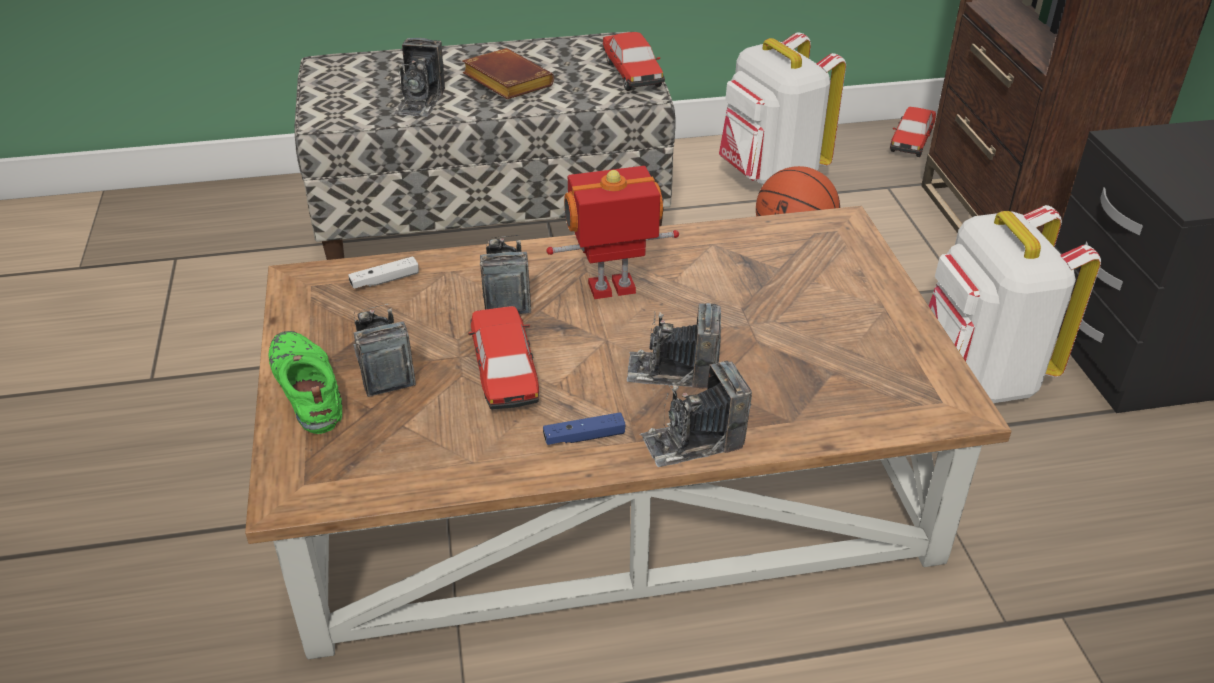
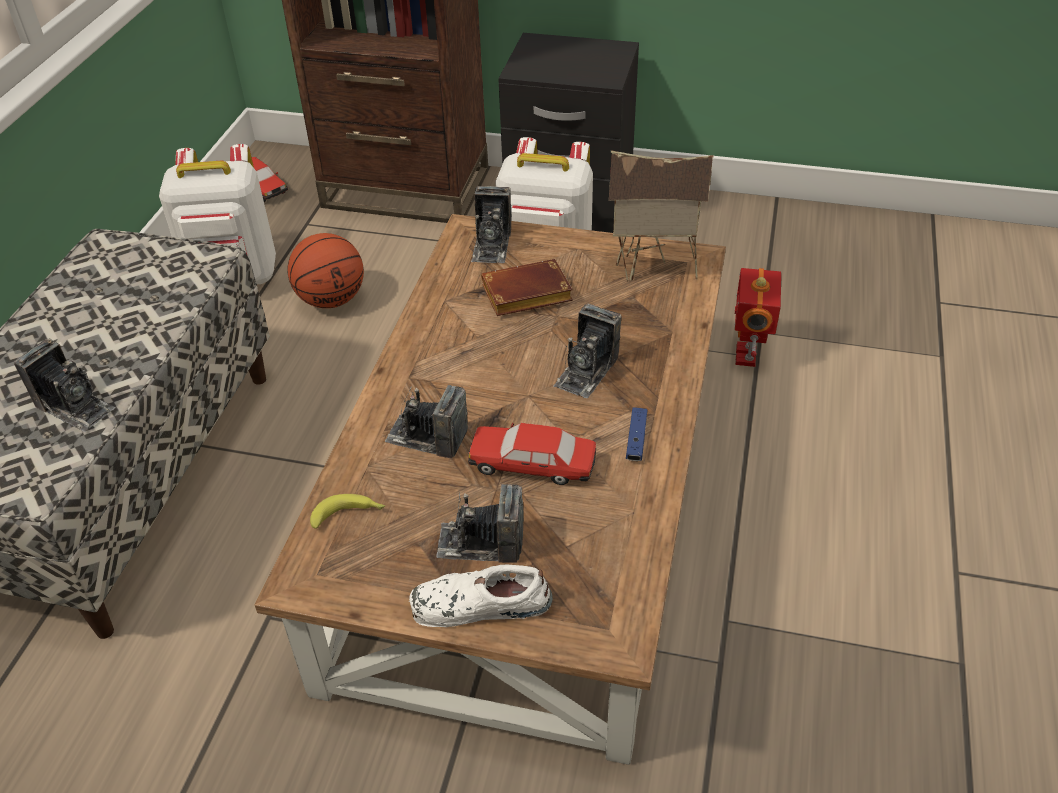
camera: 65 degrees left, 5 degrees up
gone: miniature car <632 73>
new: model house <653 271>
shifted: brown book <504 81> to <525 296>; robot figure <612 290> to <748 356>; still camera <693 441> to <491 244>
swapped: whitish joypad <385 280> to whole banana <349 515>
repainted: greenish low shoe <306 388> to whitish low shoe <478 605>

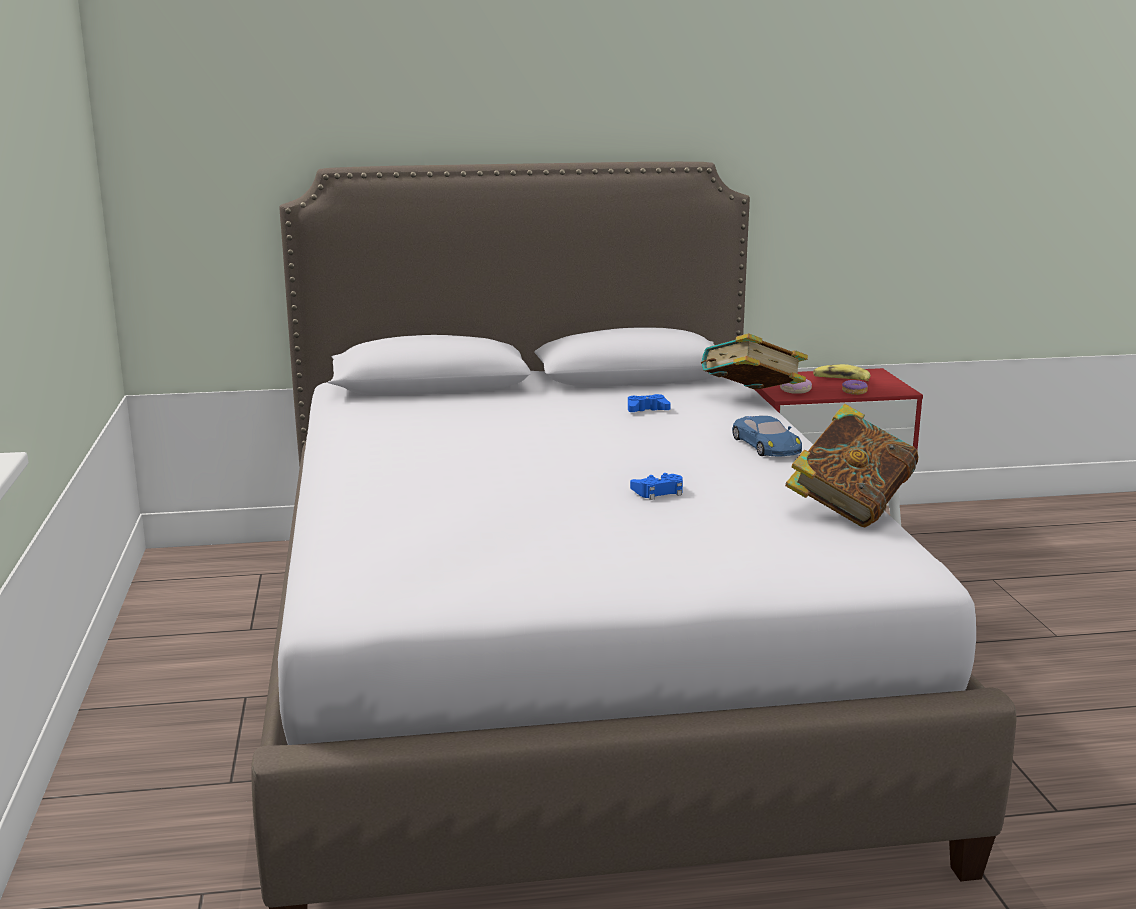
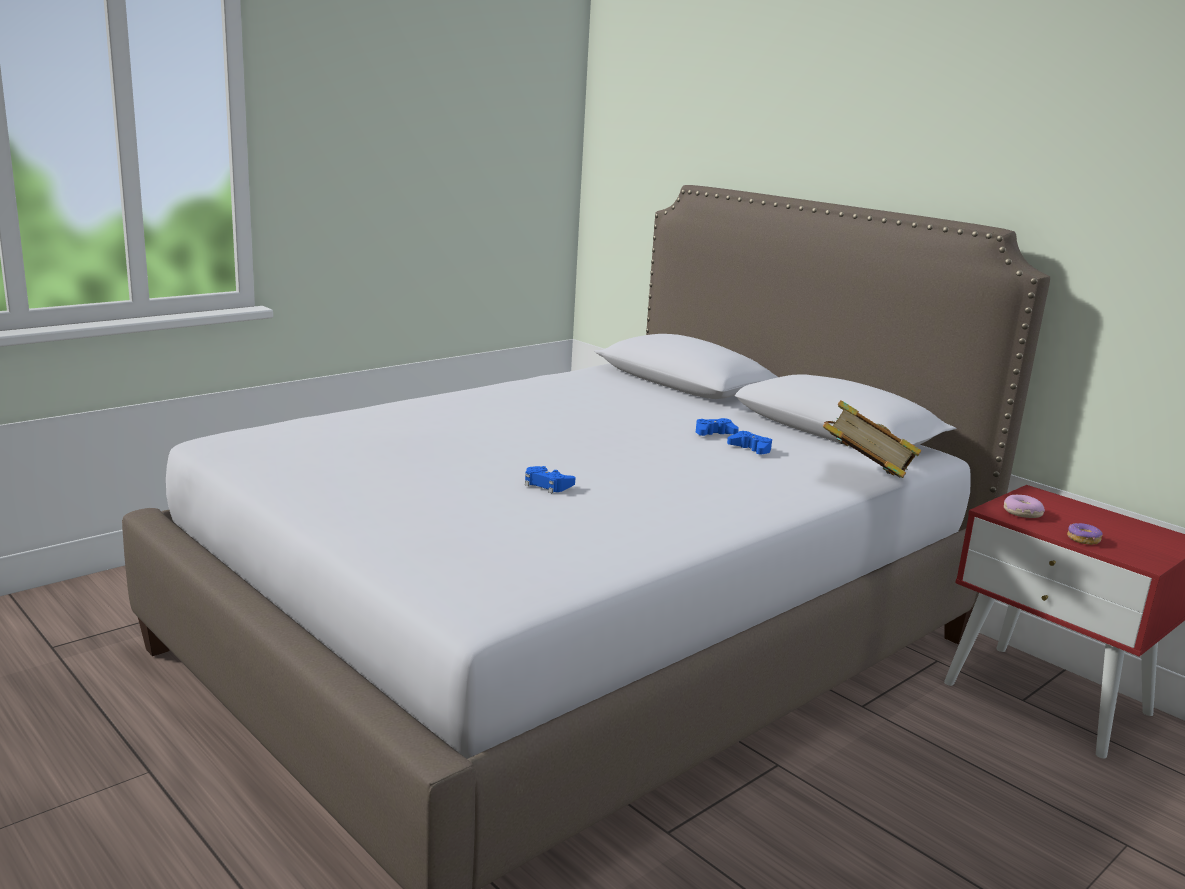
camera: 55 degrees right, 0 degrees up
gone: bluish miniature car <766 445>; book <850 509>; whole banana <841 380>
new: bluish joypad <714 433>

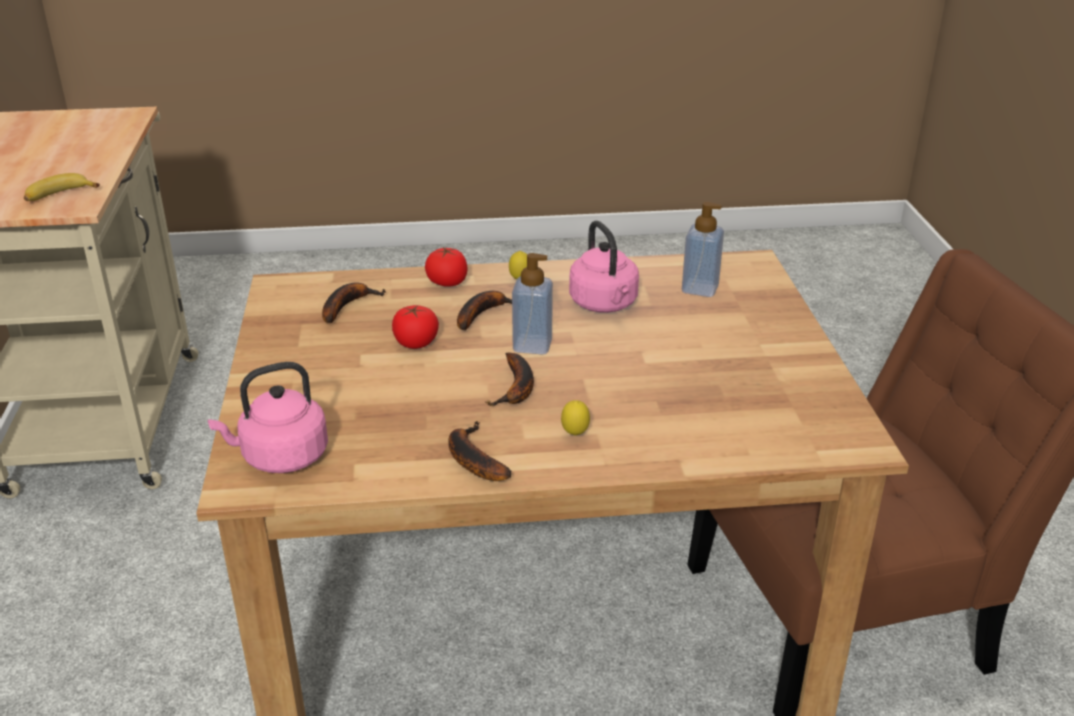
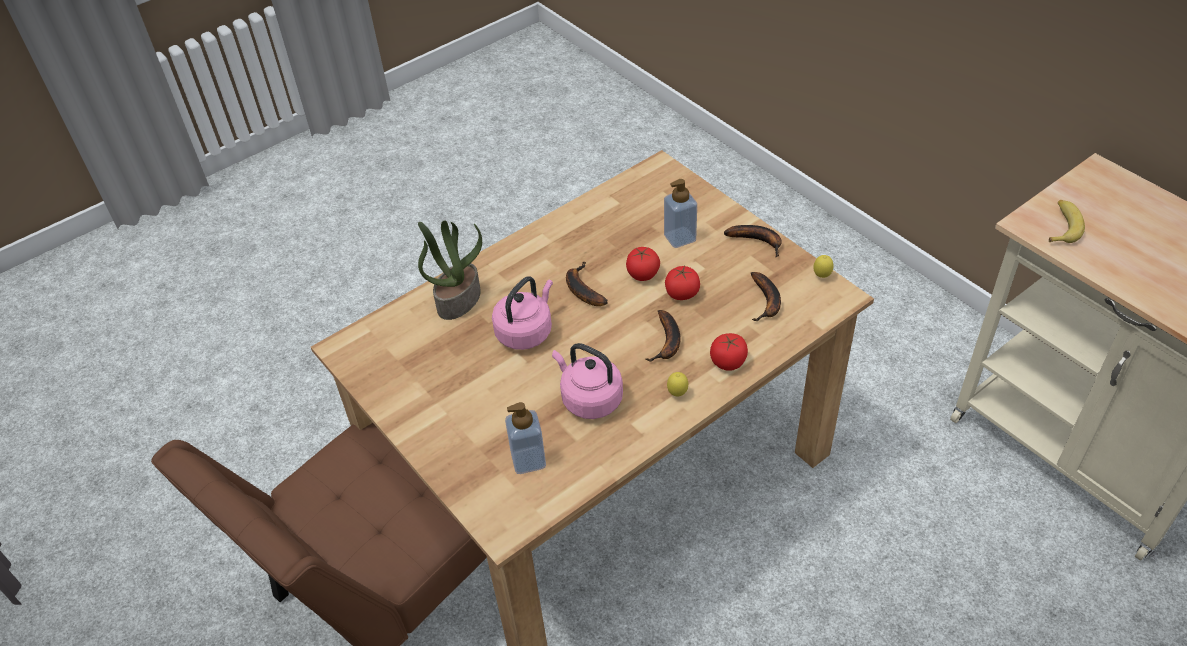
camera: 150 degrees right, 15 degrees up
new: plant in a pot <458 300>; whole tomato <642 274>
shifted: pink kettle <280 457> to <526 331>; whole banana <472 459> to <758 241>; liquid soap bottle <532 345> to <679 238>; lemon <575 434> to <821 276>

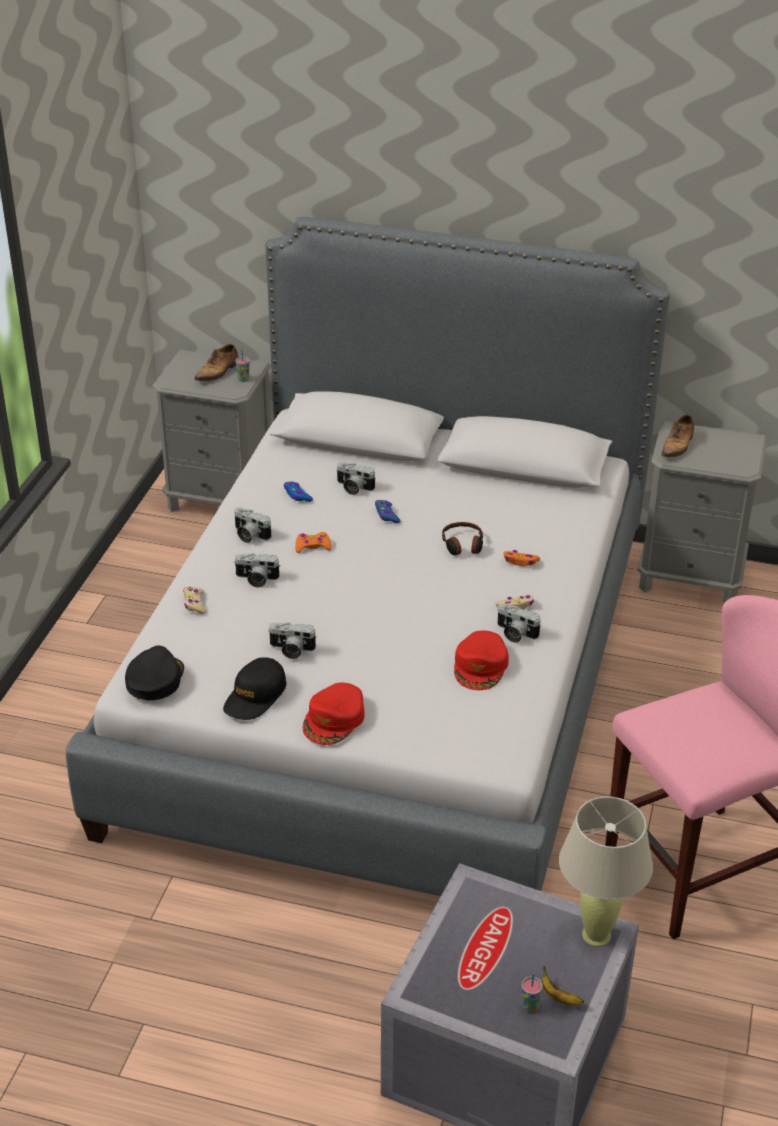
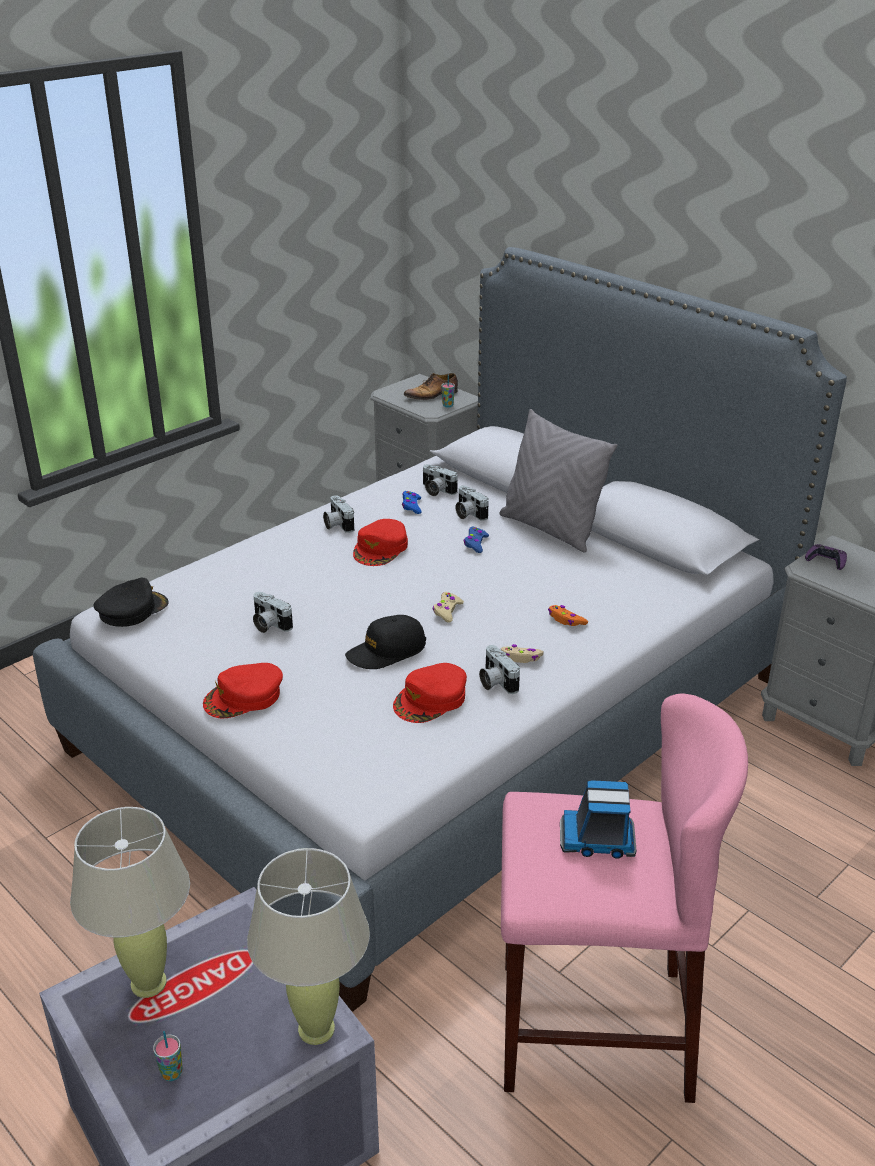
camera: 30 degrees right, 5 degrees down
gone: headset <463 545>; whole banana <558 997>
new: sand-coloured tabletop lamp <148 983>; gray cushion <550 529>; model truck <599 839>
shifted: sand-coloured joypad <194 604> to <447 611>; blackish peaked cap <255 696> to <386 651>; still camera <256 579> to <436 490>
swapped: orangey joypad <312 546> to red peaked cap <381 549>; low shoe <677 445> to purplish joypad <826 561>

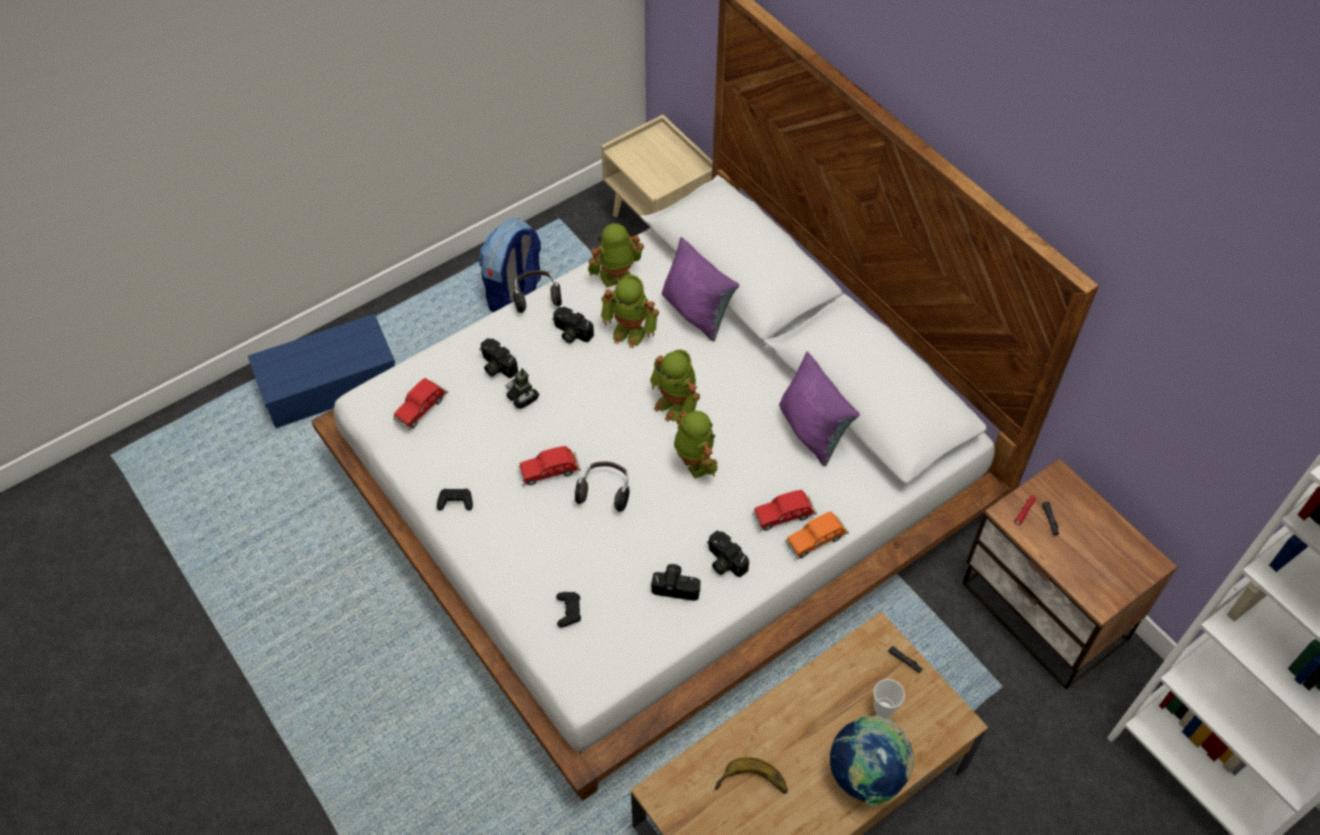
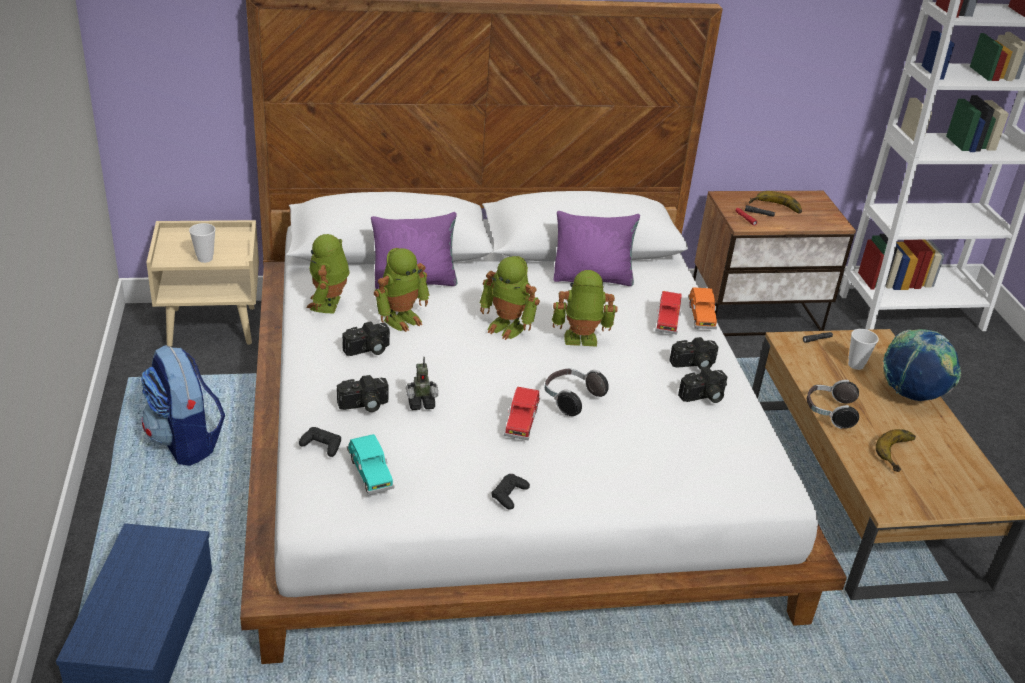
camera: 65 degrees left, 20 degrees down
new: small cup <205 258>; whole banana <775 208>
shifted: headset <536 297> to <829 412>; blackish joypad <568 611> to <321 445>
repainted: red miniature car <421 408> to blue-green miniature car <369 473>
rotated: robot figure <675 404> = <508 326> 45 degrees clockwise; still camera <676 586> = <703 397> 150 degrees counterclockwise

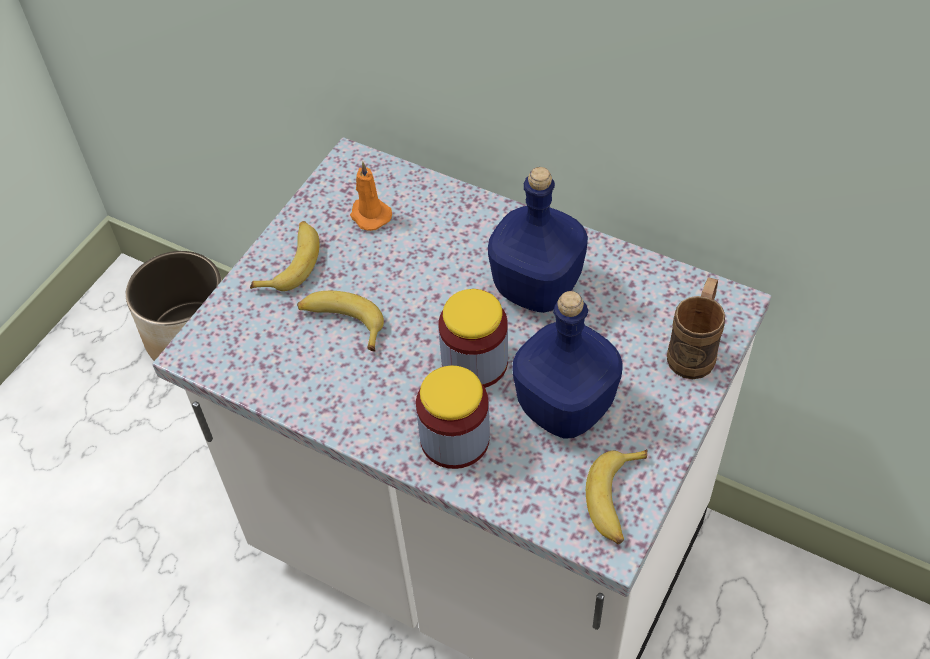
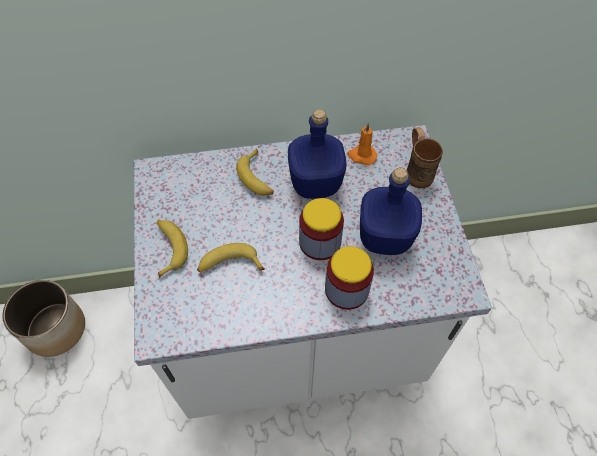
camera: 40 degrees left, 5 degrees up
shifted: orangey wax candle <369 215> to <361 156>; whole banana <617 500> to <257 178>

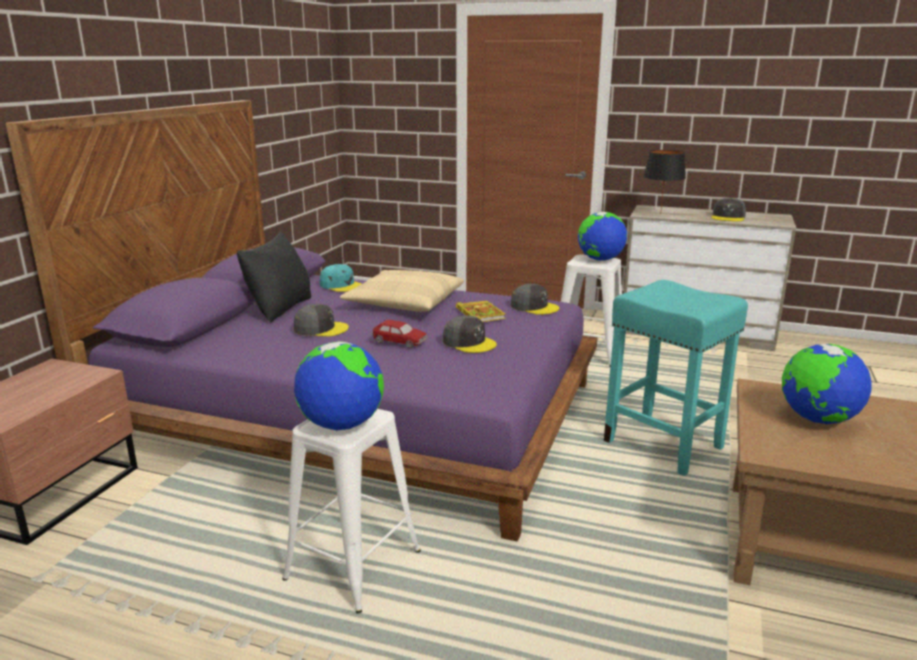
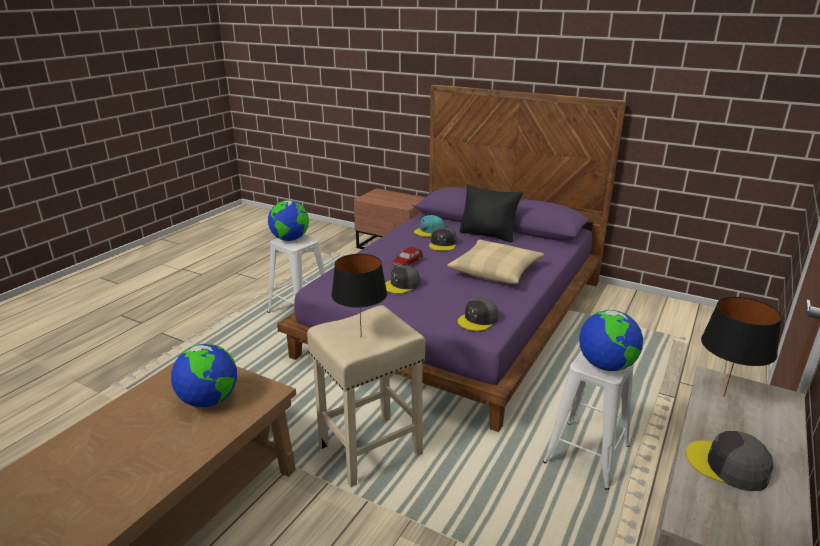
camera: 100 degrees right, 5 degrees up
gone: book <479 314>
new: blackish tabletop lamp <361 336>
shifted: blue-green peaked cap <341 285> to <429 231>
repainted: blue-green stool <665 445> to sand-coloured stool <369 450>

